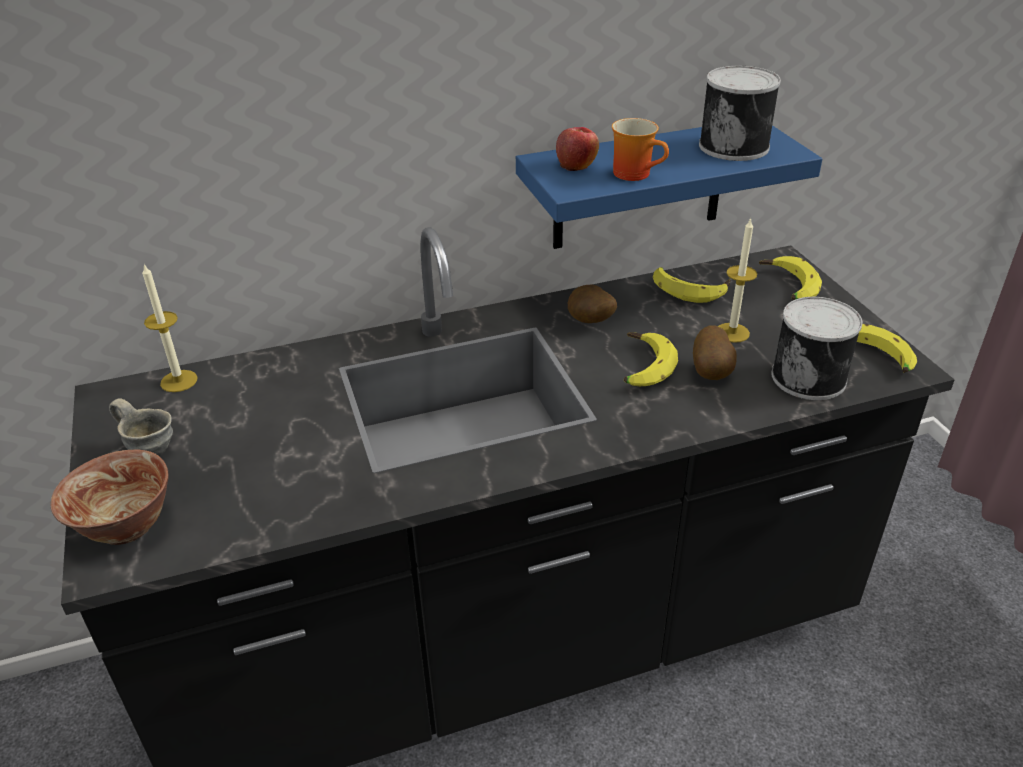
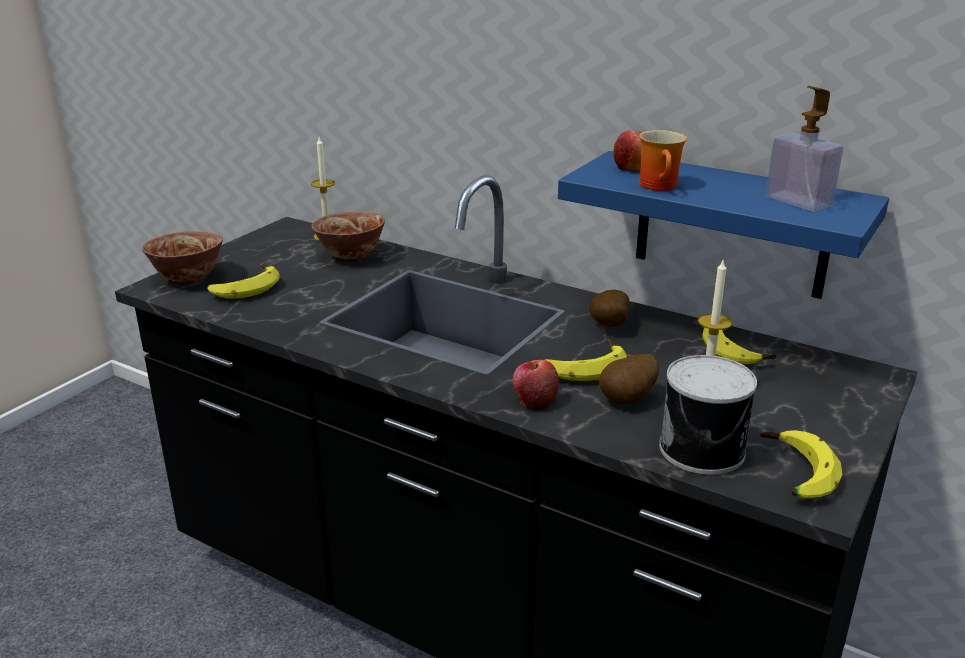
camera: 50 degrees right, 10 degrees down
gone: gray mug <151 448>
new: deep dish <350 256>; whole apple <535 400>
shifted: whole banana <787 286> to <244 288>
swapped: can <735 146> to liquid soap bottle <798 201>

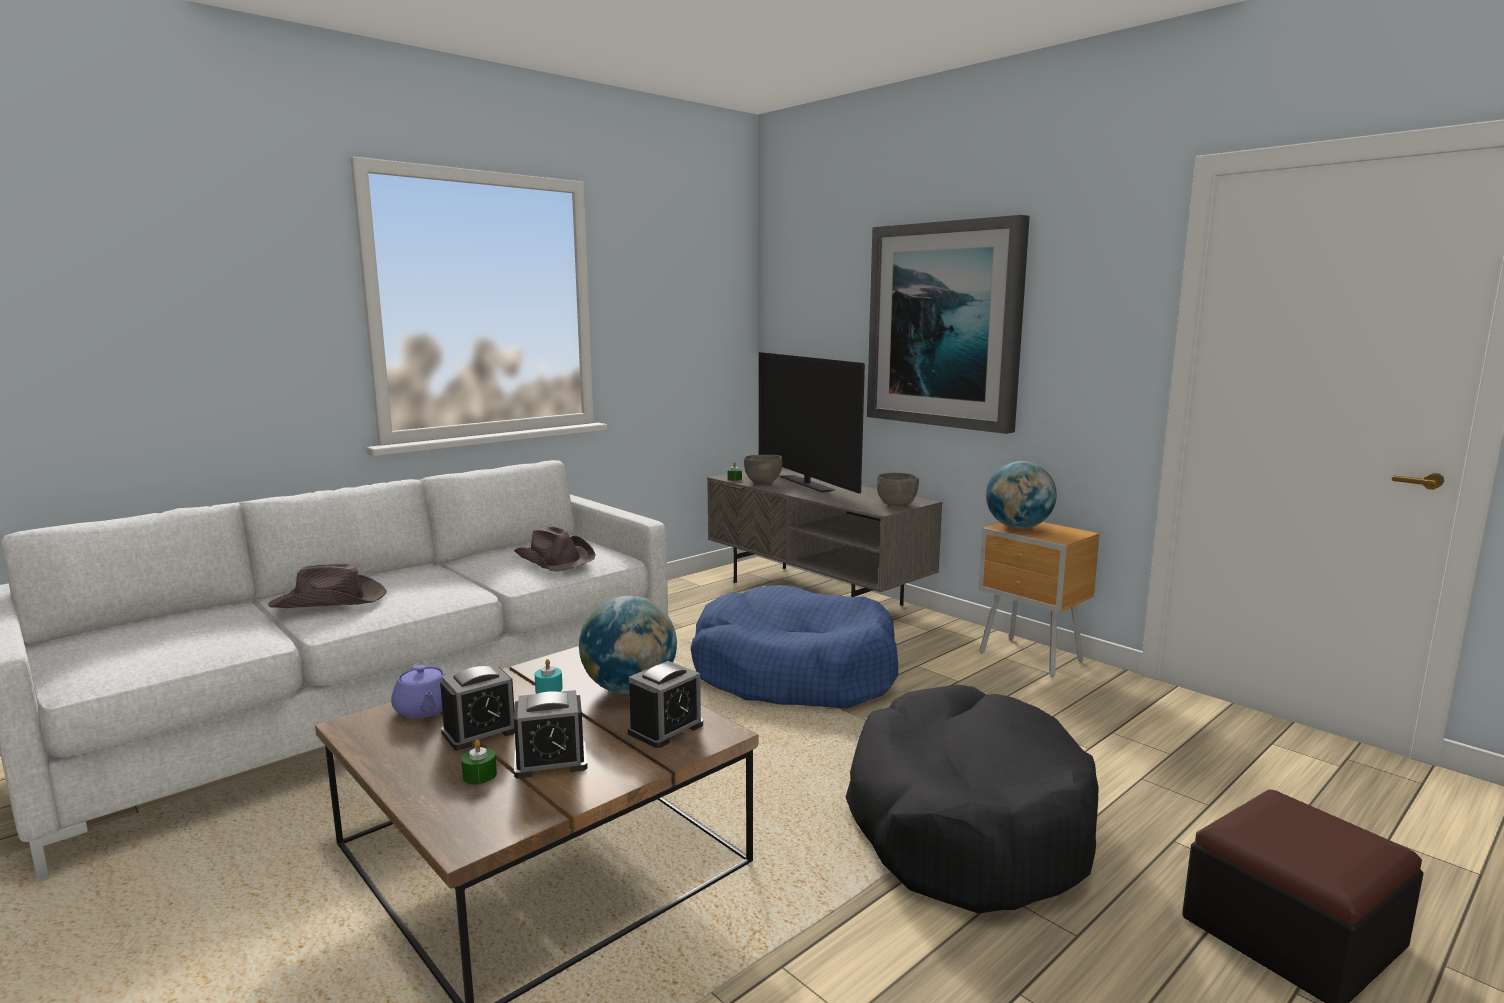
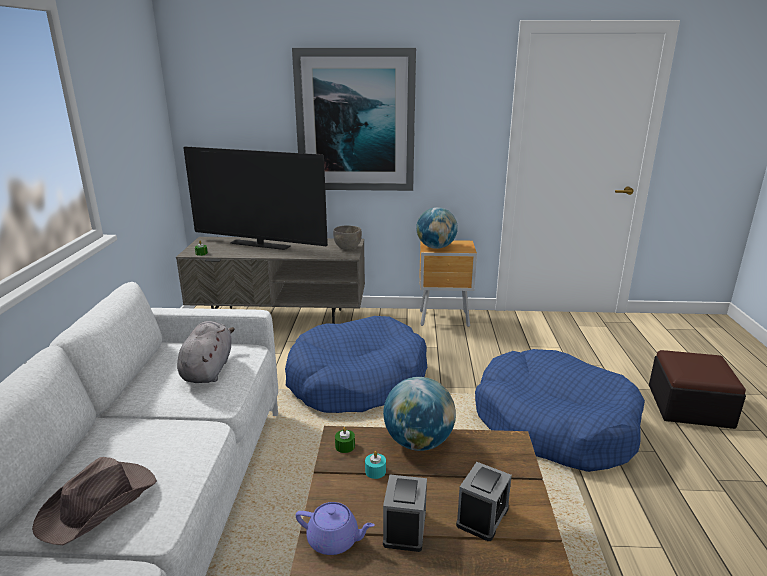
camera: 45 degrees left, 10 degrees up
gone: alarm clock <665 729>; gray deep dish <763 483>
shifted: greenish wax candle <479 775> to <345 446>
swapped: brown hat <555 559> to gray soft toy <208 369>
repainted: blackish dog bed <966 822> to bluish dog bed <554 424>

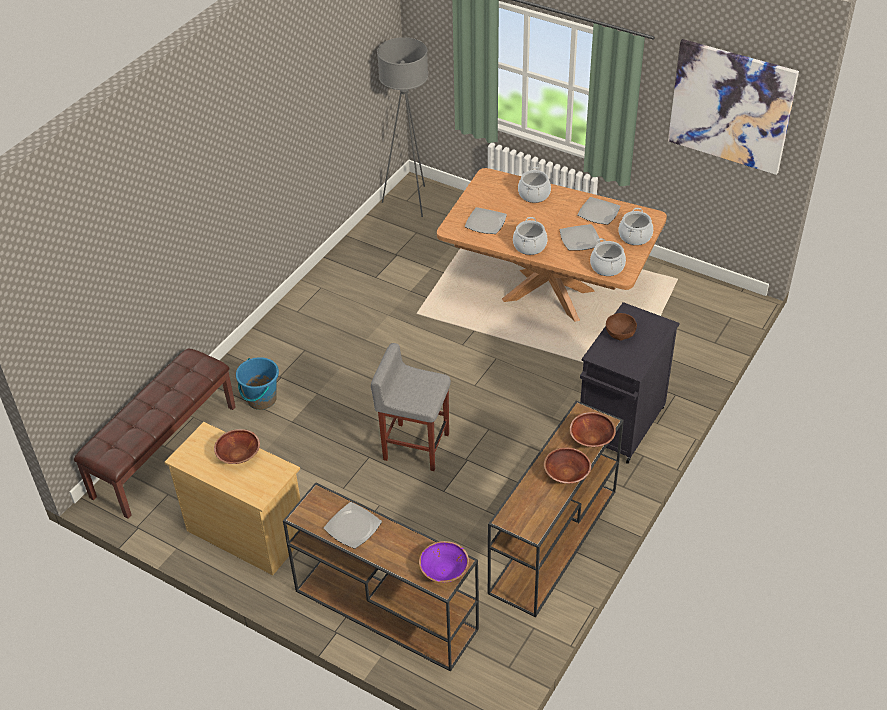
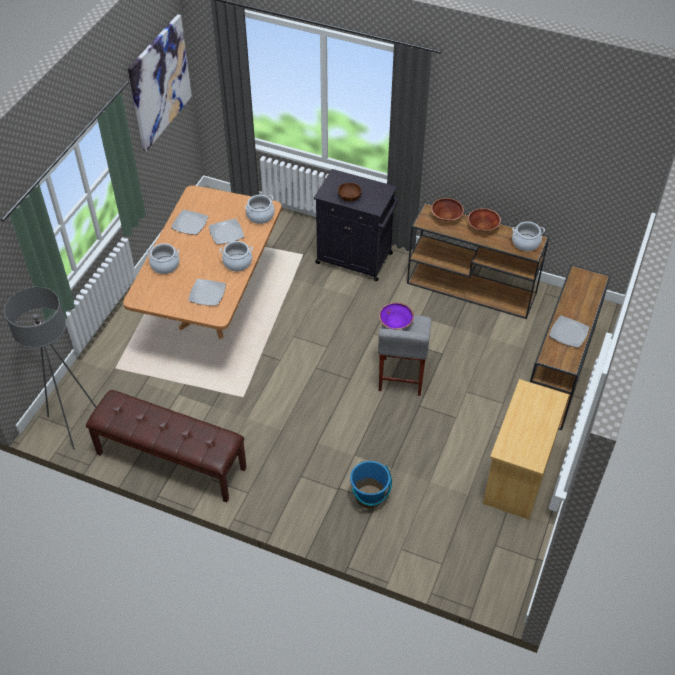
camera: 100 degrees left, 5 degrees up
gone: brown deep dish <239 455>
shifted: brown indoor bench <164 450> to <170 461>; purplish deep dish <444 570> to <395 322>; cooking pot <634 236> to <526 243>

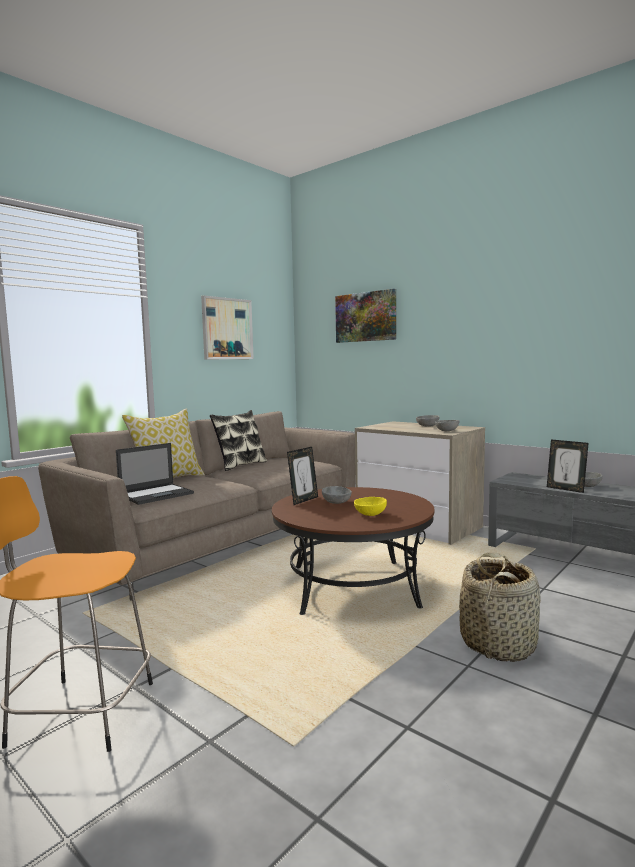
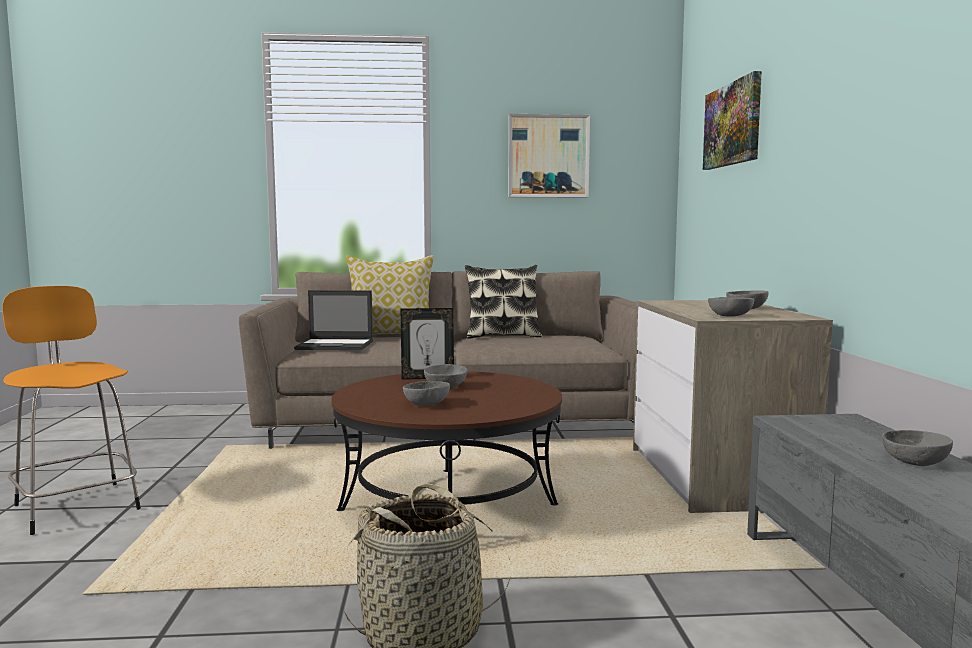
camera: 45 degrees right, 0 degrees up
gone: standing frame <565 489>
repainted: yellow deep dish <370 514> to gray deep dish <425 404>

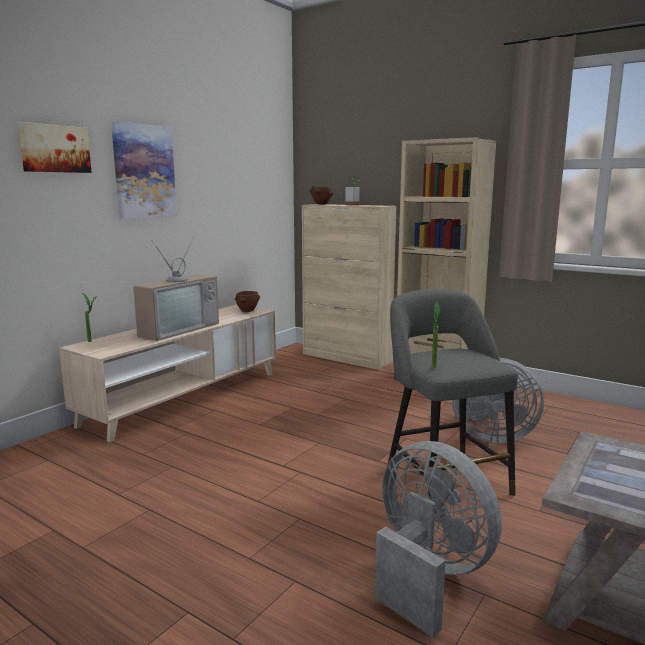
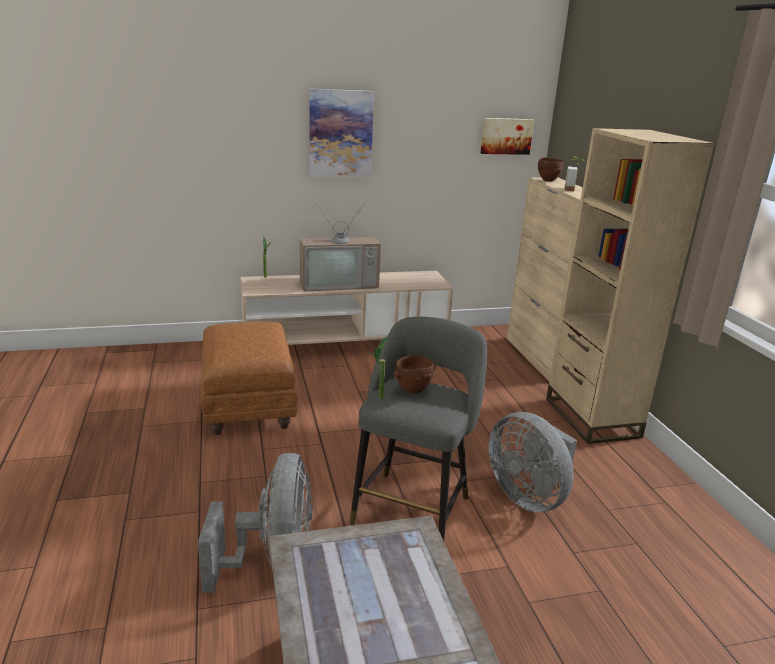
camera: 40 degrees right, 10 degrees up
new: brown ottoman <247 405>
shifted: picture <54 149> to <506 136>; brown deep dish <247 311> to <413 390>

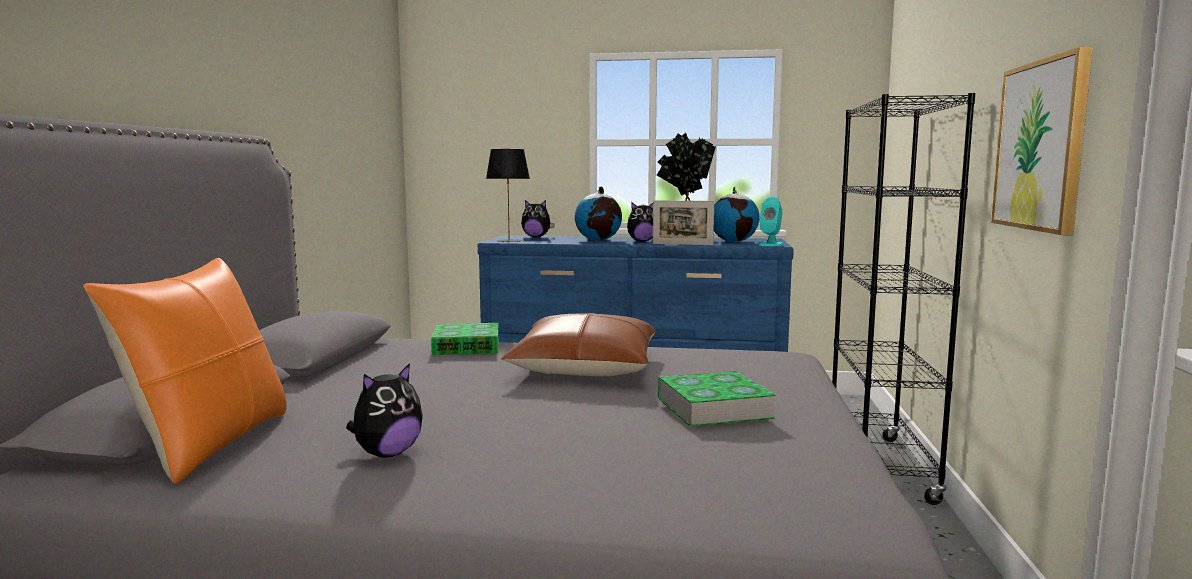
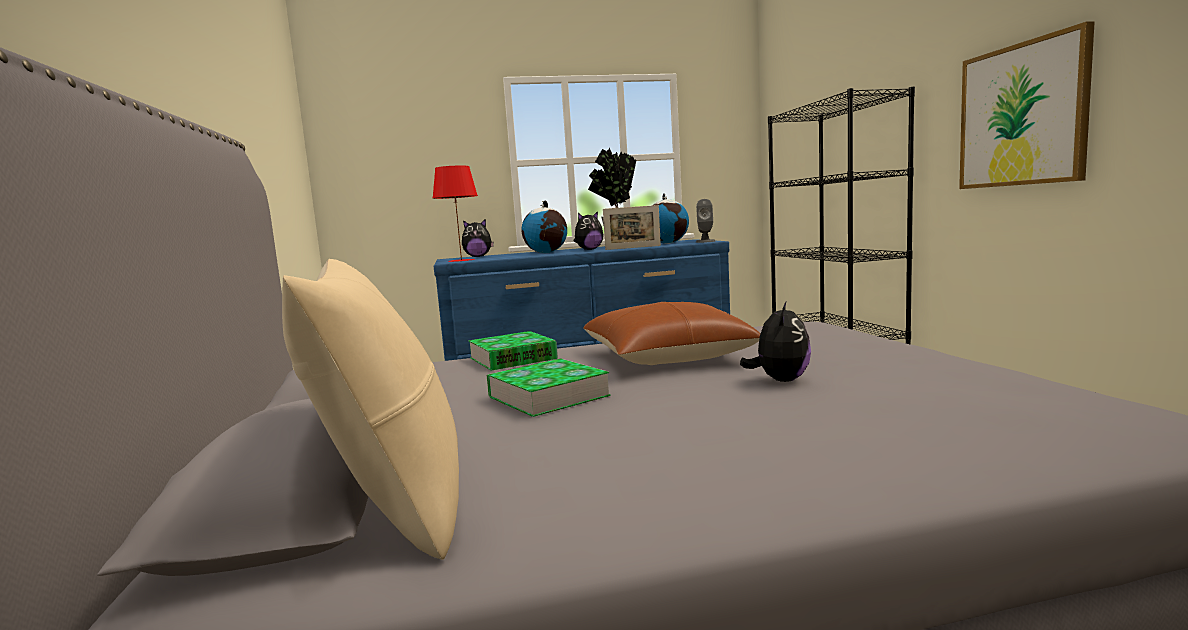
camera: 20 degrees left, 0 degrees up
shifted: soft toy <387 453> to <780 380>; book <714 408> to <548 396>
repainted: orangey cushion <209 444> to sand-coloured cushion <395 502>; blackish tabletop lamp <509 241> to red tabletop lamp <462 260>; blue-green loudspeaker <771 244> to gray loudspeaker <705 241>

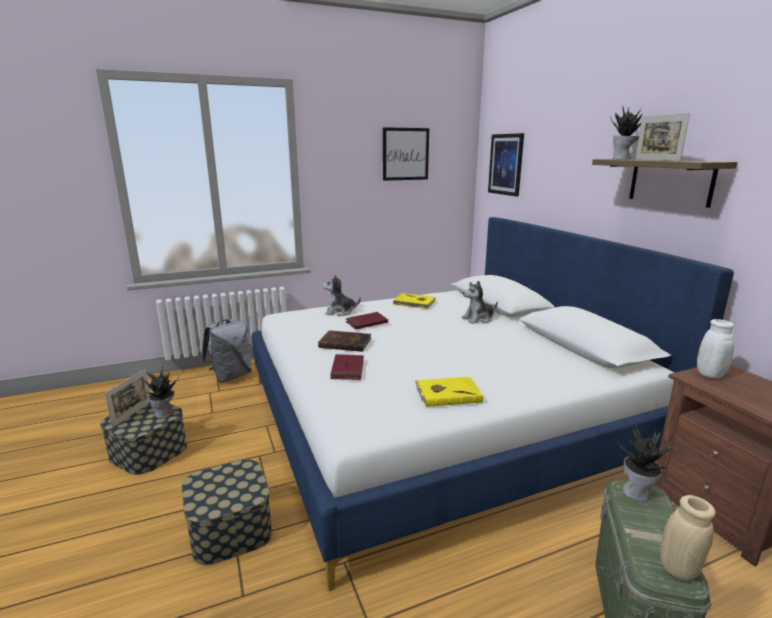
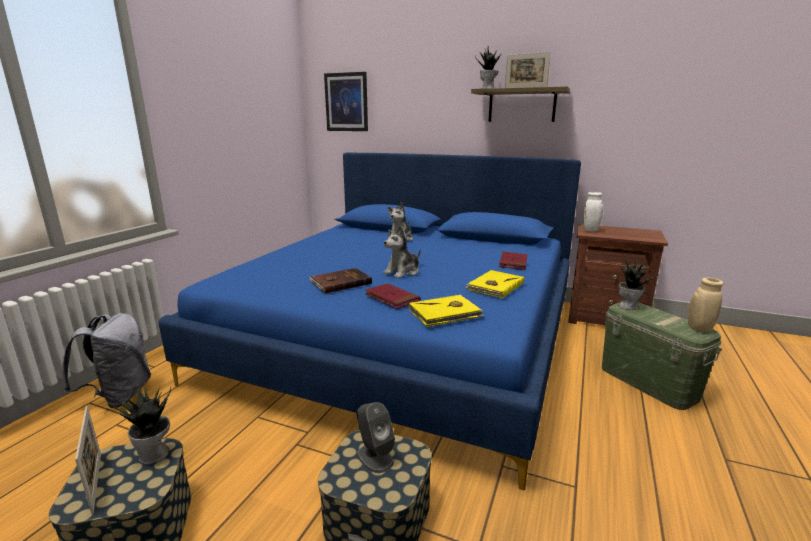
camera: 45 degrees left, 0 degrees up
gone: picture <405 154>
new: gray loudspeaker <374 457>
shifted: soft toy <340 312> to <403 272>; red book <366 323> to <513 263>; yellow book <414 303> to <445 313>
repainted: whitish bed <439 418> to bluish bed <403 337>

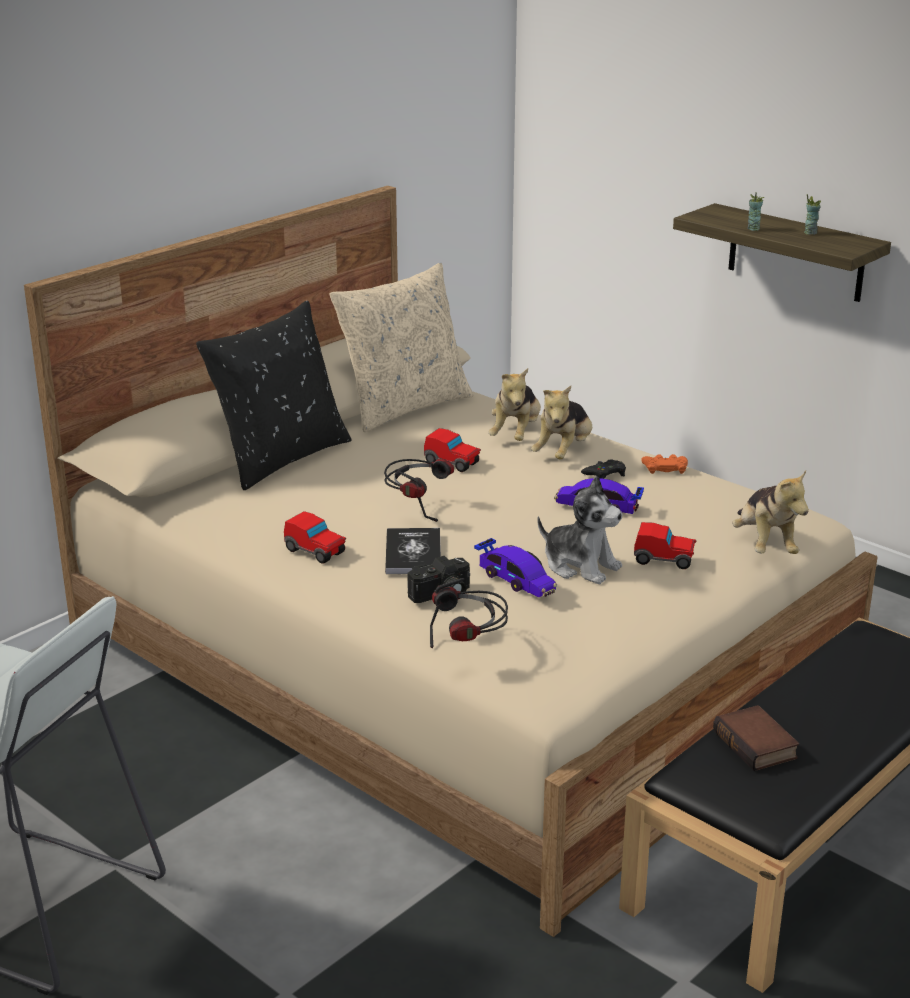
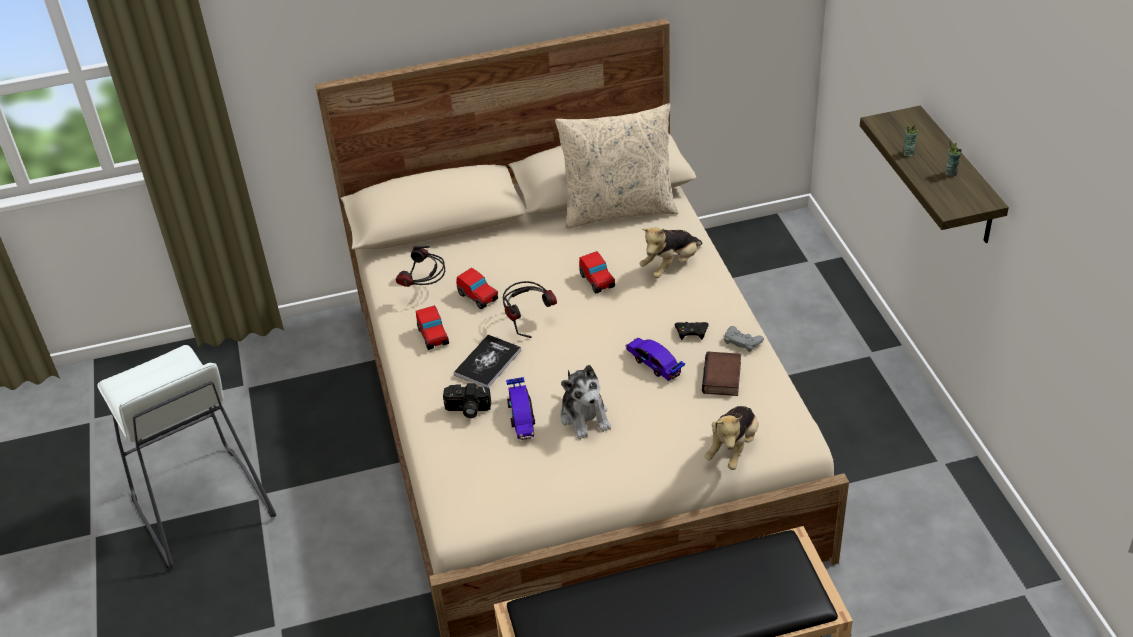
camera: 35 degrees right, 15 degrees up
gone: blackish cushion <280 458>; soft toy <563 452>
shifted: headset <469 650> to <425 289>; miniature car <664 560> to <478 297>; book <757 745> to <723 378>
repainted: orangey joypad <665 468> to gray joypad <742 341>

